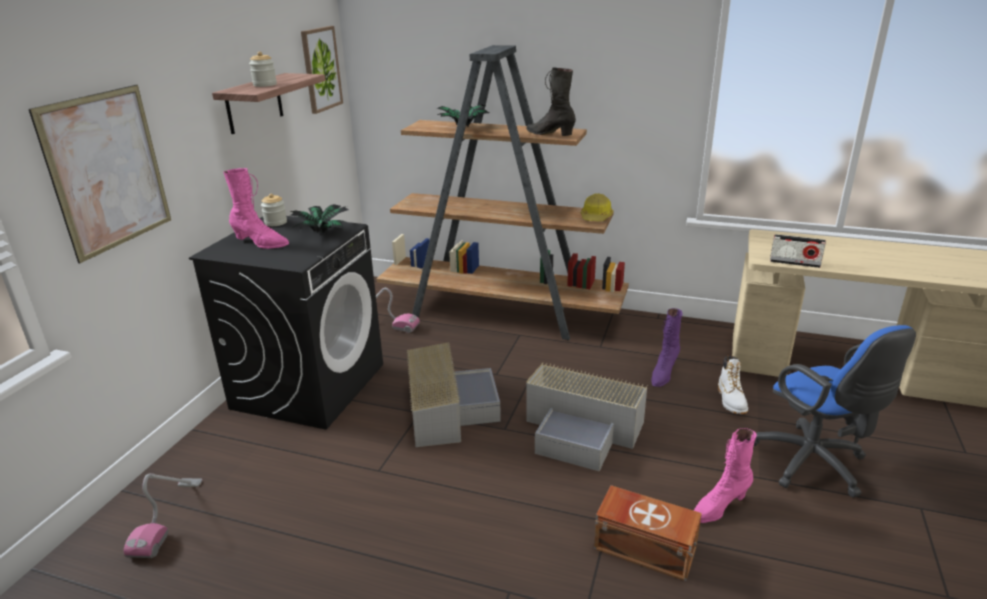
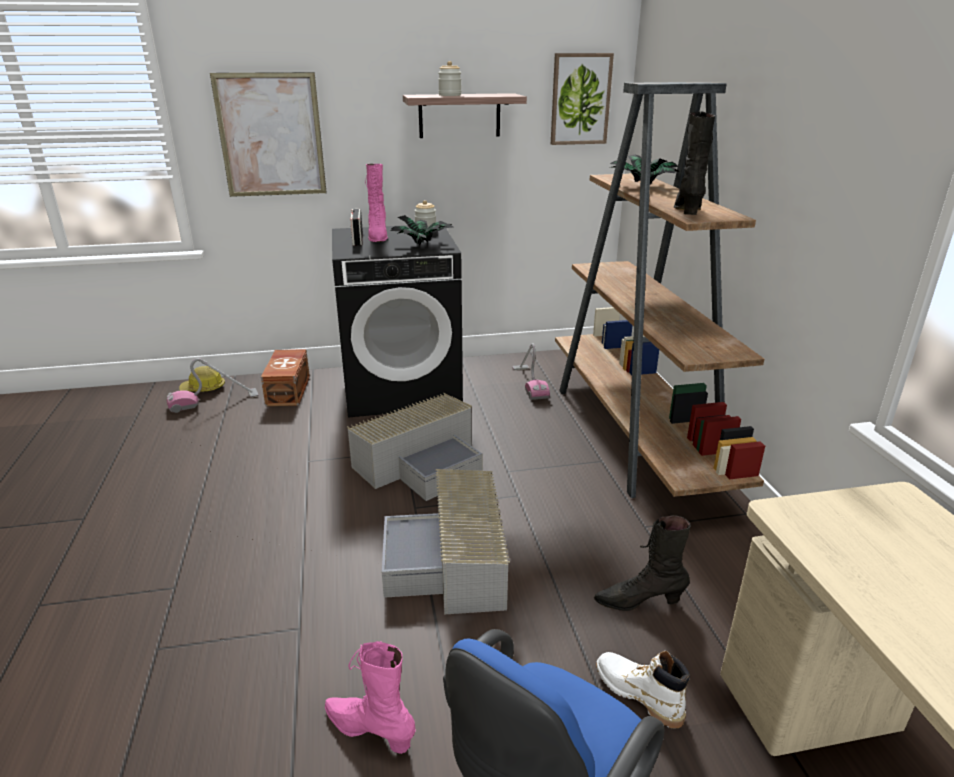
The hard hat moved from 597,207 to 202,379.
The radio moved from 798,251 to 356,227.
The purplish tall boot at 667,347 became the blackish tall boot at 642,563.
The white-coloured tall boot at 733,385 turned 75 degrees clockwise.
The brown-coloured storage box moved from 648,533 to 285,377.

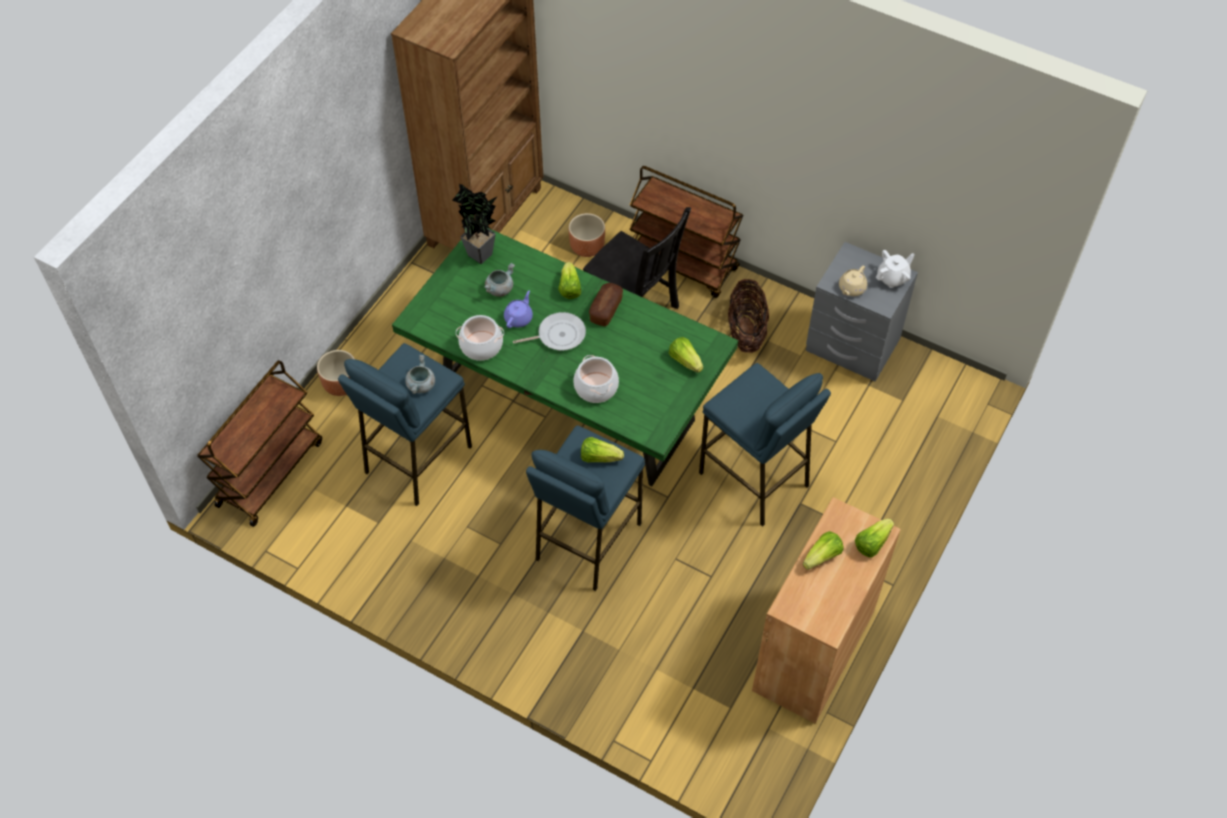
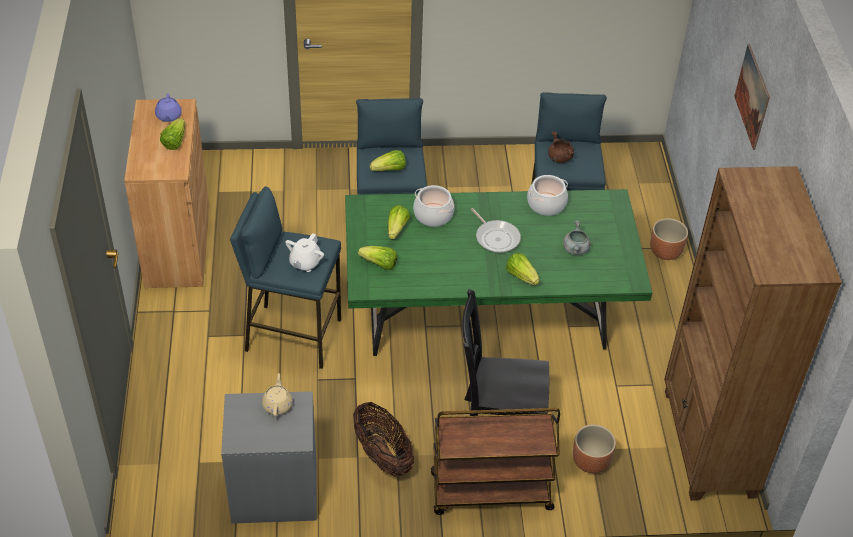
The potted plant at 475,224 disappeared.
The white-coloured teapot moved from 895,269 to 304,252.
The baked bread at 606,304 disappeared.
The purplish teapot moved from 518,309 to 168,107.
The skillet at 549,331 turned 75 degrees counterclockwise.
The gray saucepot at 420,374 became the brown-coloured saucepot at 561,147.
The brown-coloured cart at 259,443 disappeared.
The lettuce moved from 874,538 to 399,222.
The wall picture at 752,97 appeared.

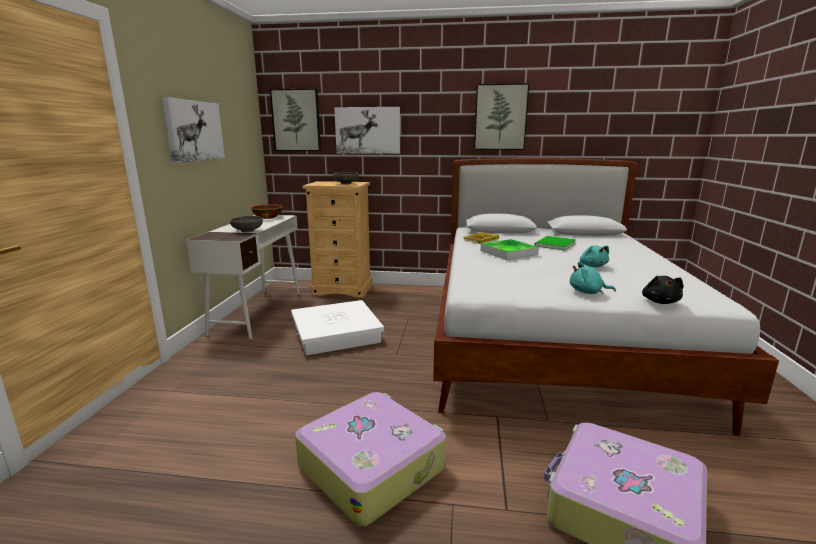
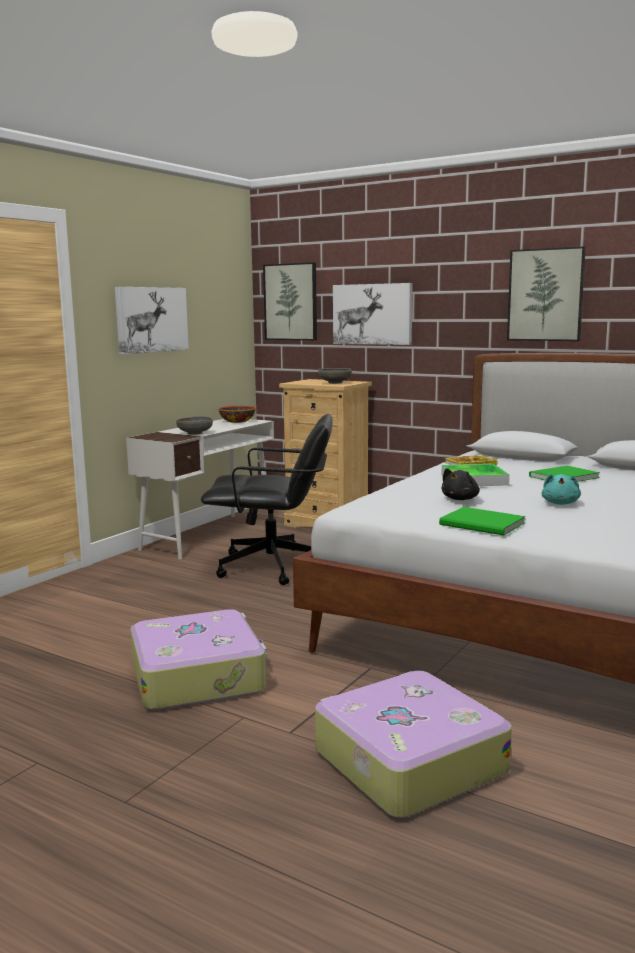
The blue-green plush toy at 593,278 was replaced by the green book at 482,521.
The blackish plush toy moved from 662,290 to 461,484.
The white-coloured storage box at 337,327 was replaced by the blackish computer chair at 267,499.

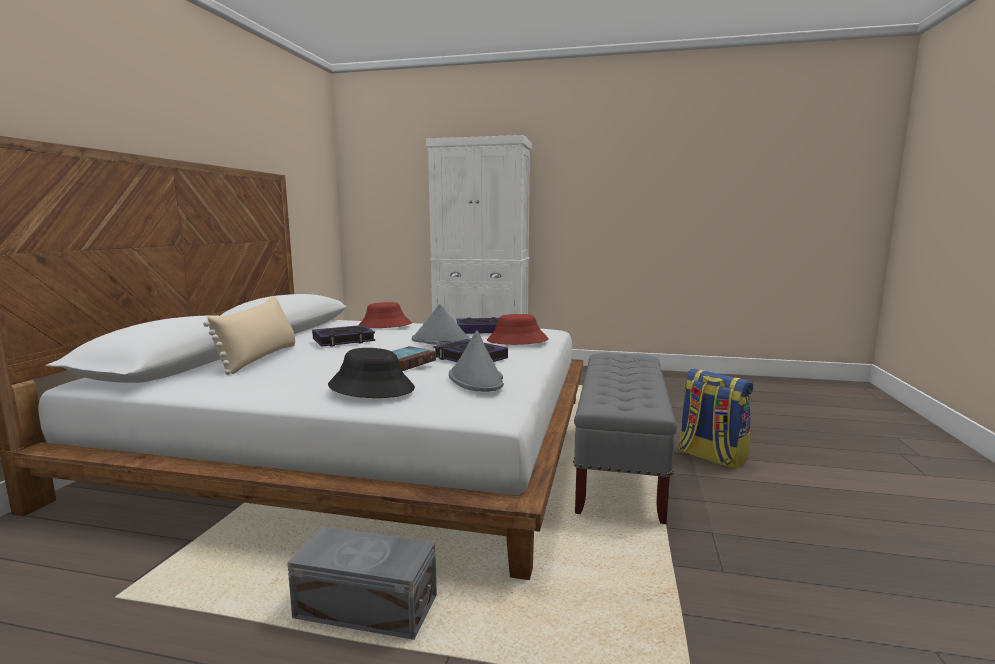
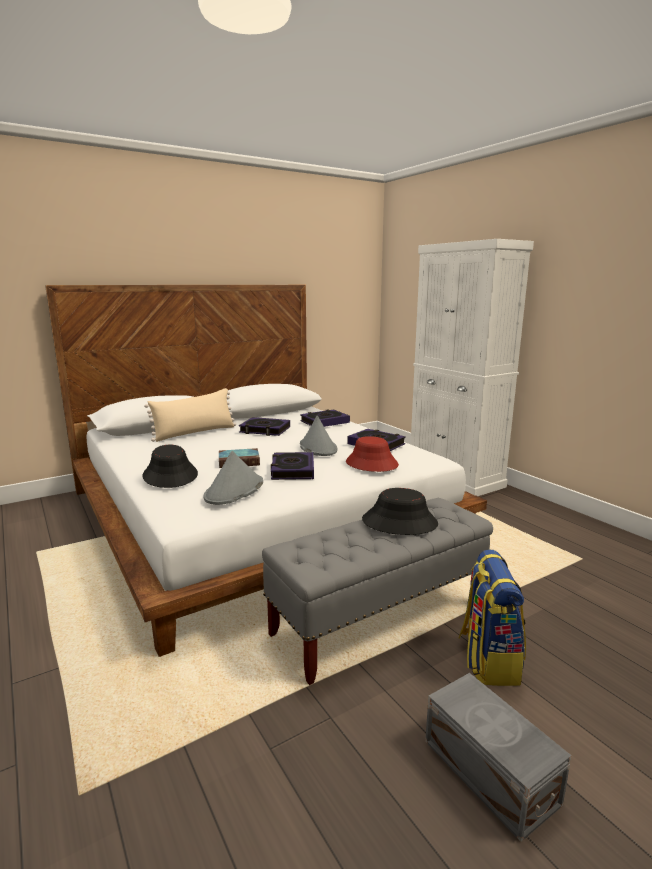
The red wearable hat at 385,315 was replaced by the book at 325,418.
The gray storage box moved from 362,583 to 498,757.
The blackish wearable hat at 400,511 appeared.

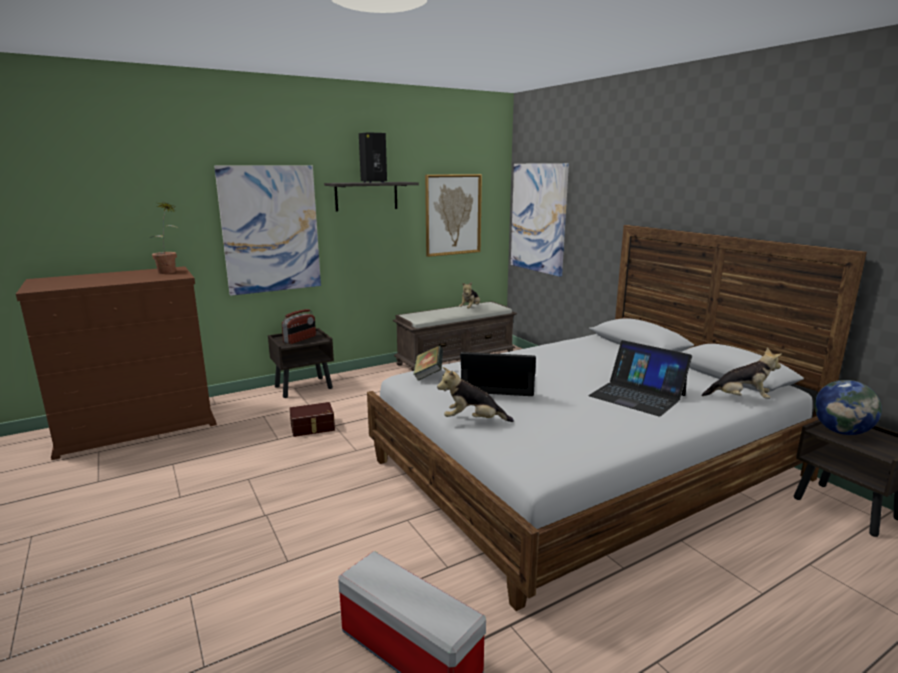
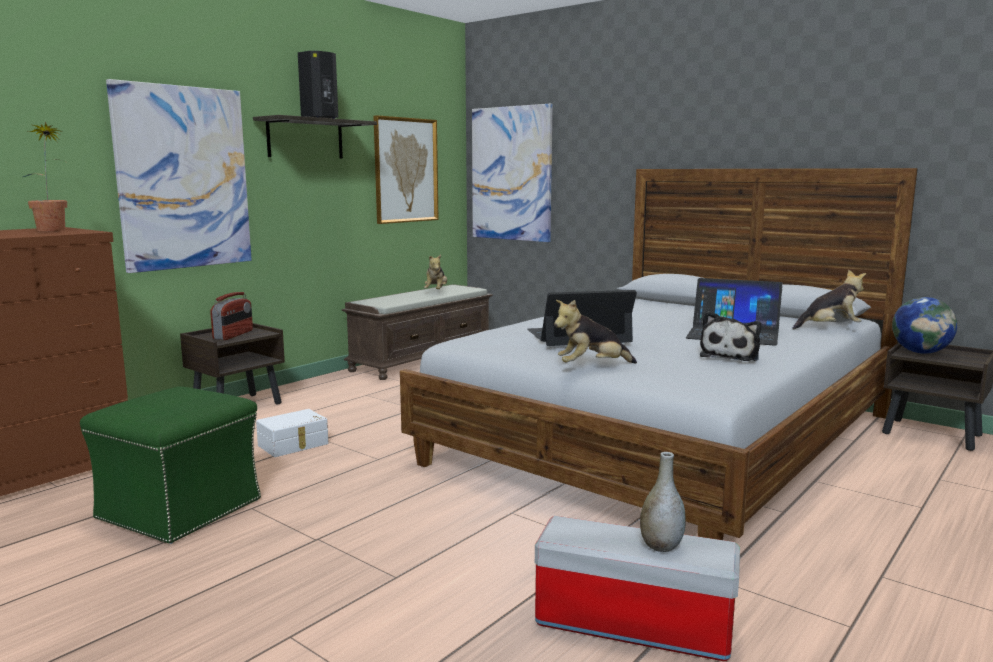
The book at 428,363 disappeared.
The brown-coloured storage box at 312,419 became the white-coloured storage box at 292,433.
The plush toy at 730,336 appeared.
The green footrest at 170,465 appeared.
The gray decorative vase at 663,502 appeared.

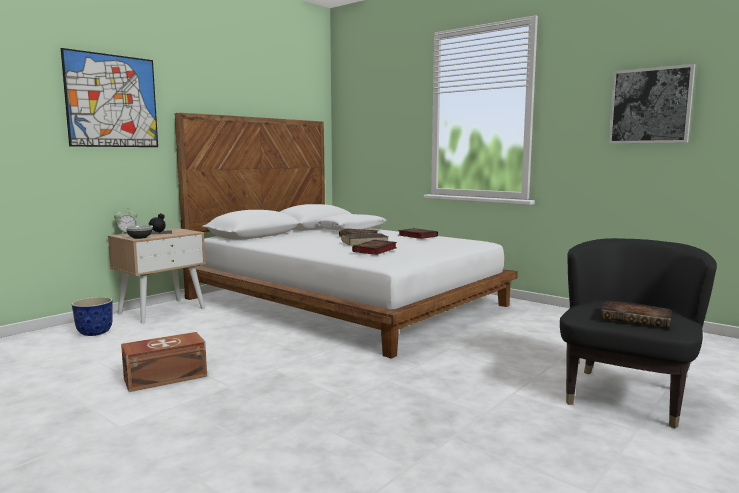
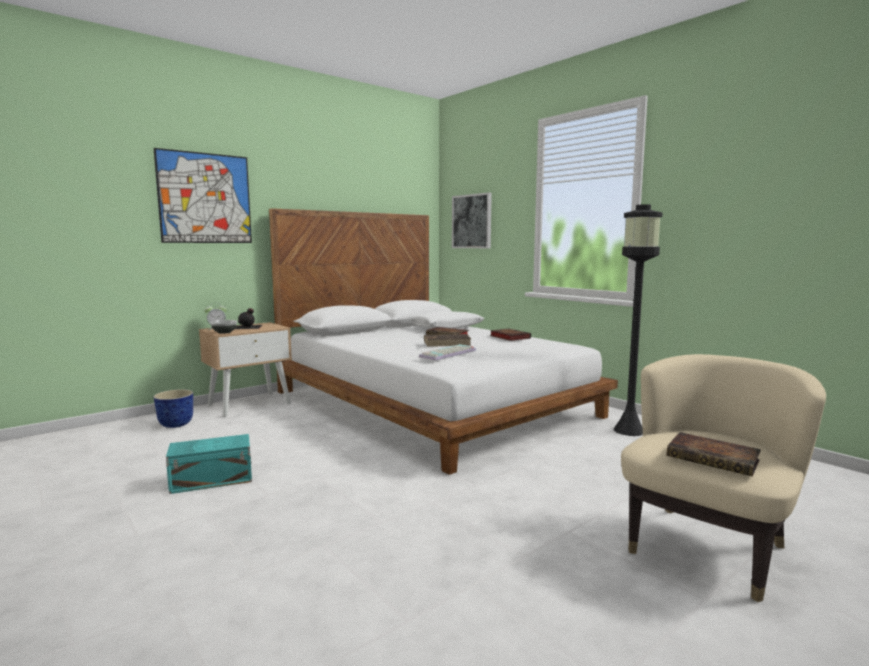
The wall picture moved from 652,103 to 472,220.
The blackish armchair at 638,333 became the beige-coloured armchair at 723,478.
The book at 374,247 was replaced by the keyboard at 447,352.
The brown-coloured storage box at 164,362 became the blue-green storage box at 209,464.
The blackish standing lamp at 638,320 appeared.

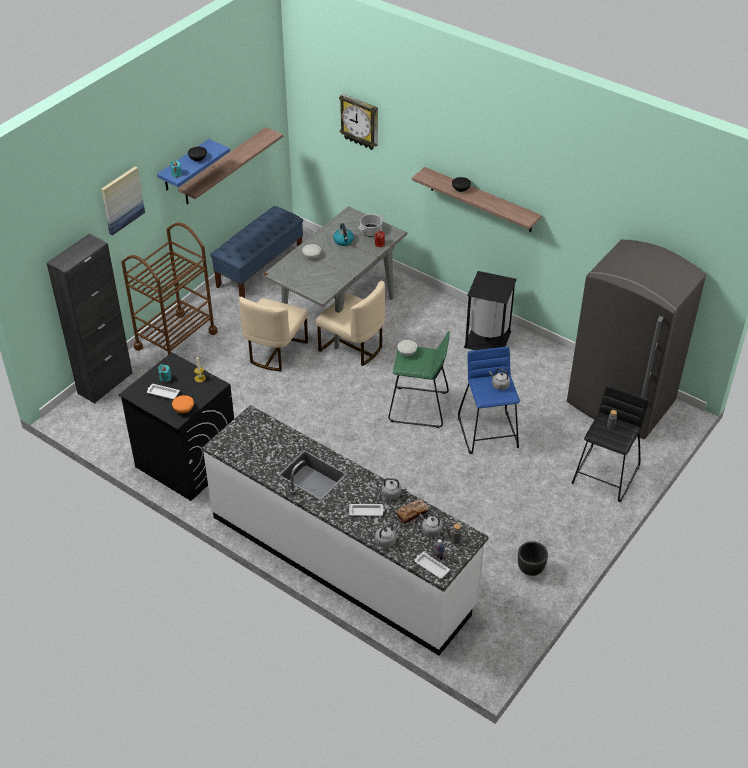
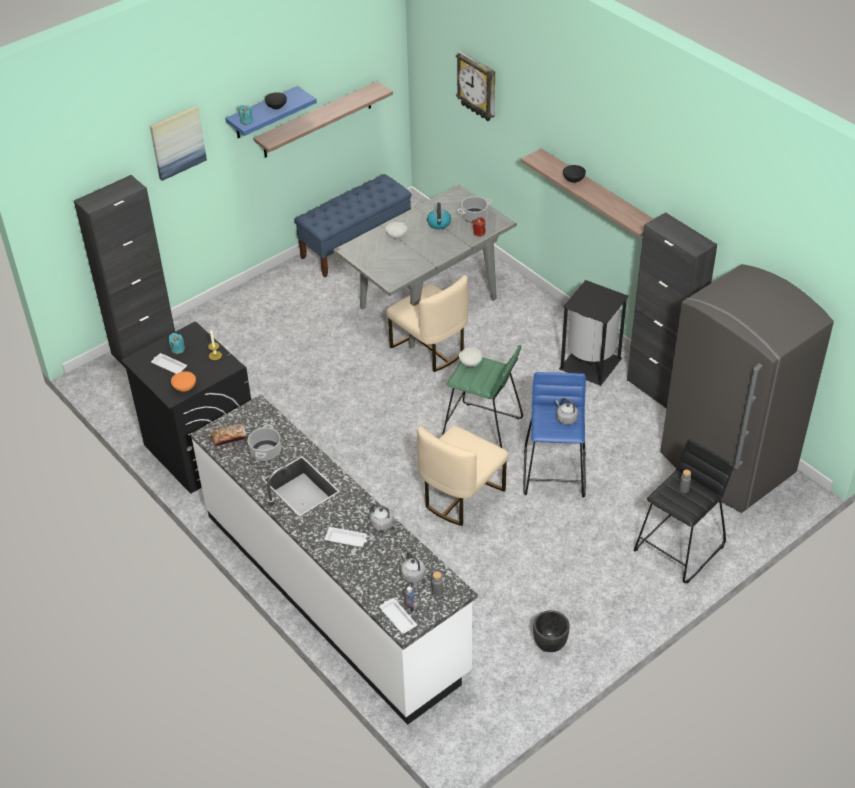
The brown-coloured cart at 169,289 disappeared.
The beige-coloured plain chair moved from 273,334 to 462,476.
The baked bread moved from 412,512 to 228,435.
The gray tea kettle at 387,536 disappeared.
The blackish cupboard at 672,311 appeared.
The saucepot at 264,442 appeared.

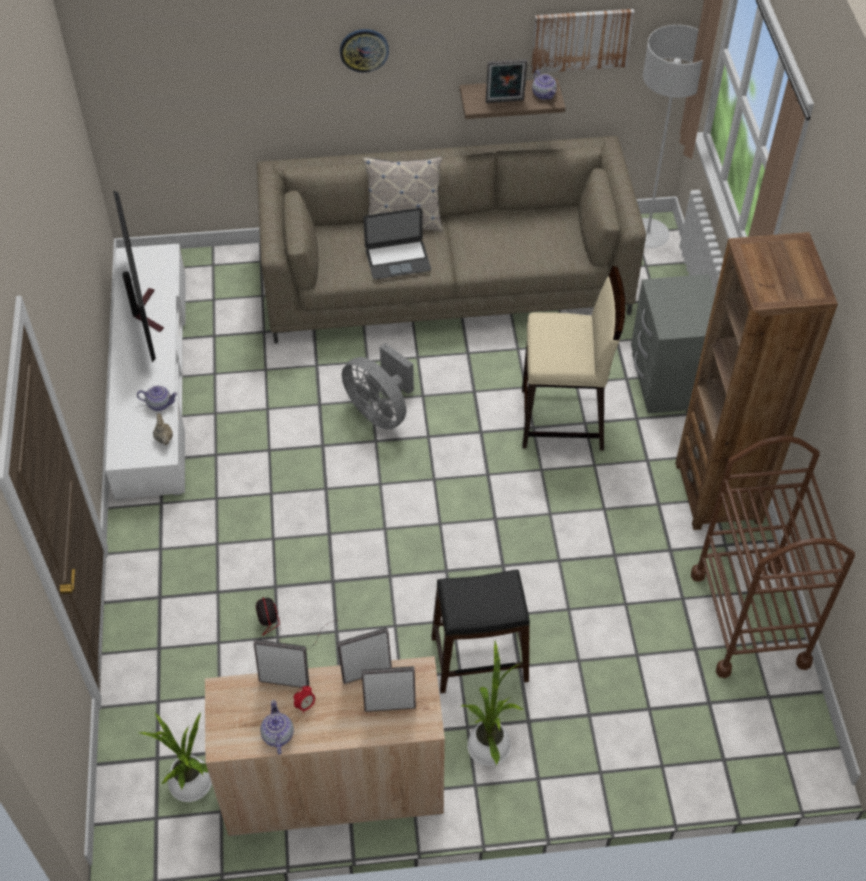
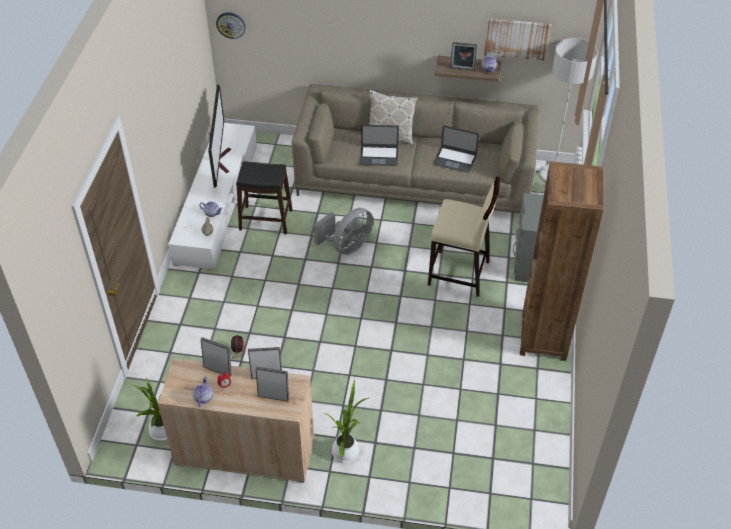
The clock on the wall moved from 364,51 to 231,25.
The gray cooling fan at 378,386 turned 105 degrees counterclockwise.
The brown-coloured cart at 773,557 disappeared.
The blackish stool seat moved from 480,631 to 264,197.
The portable computer at 456,149 appeared.

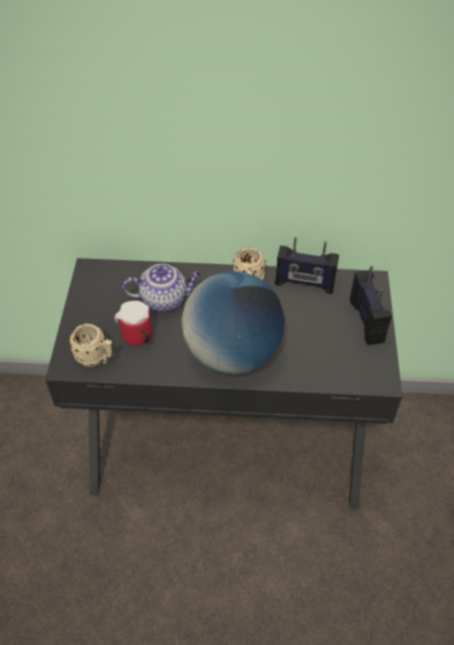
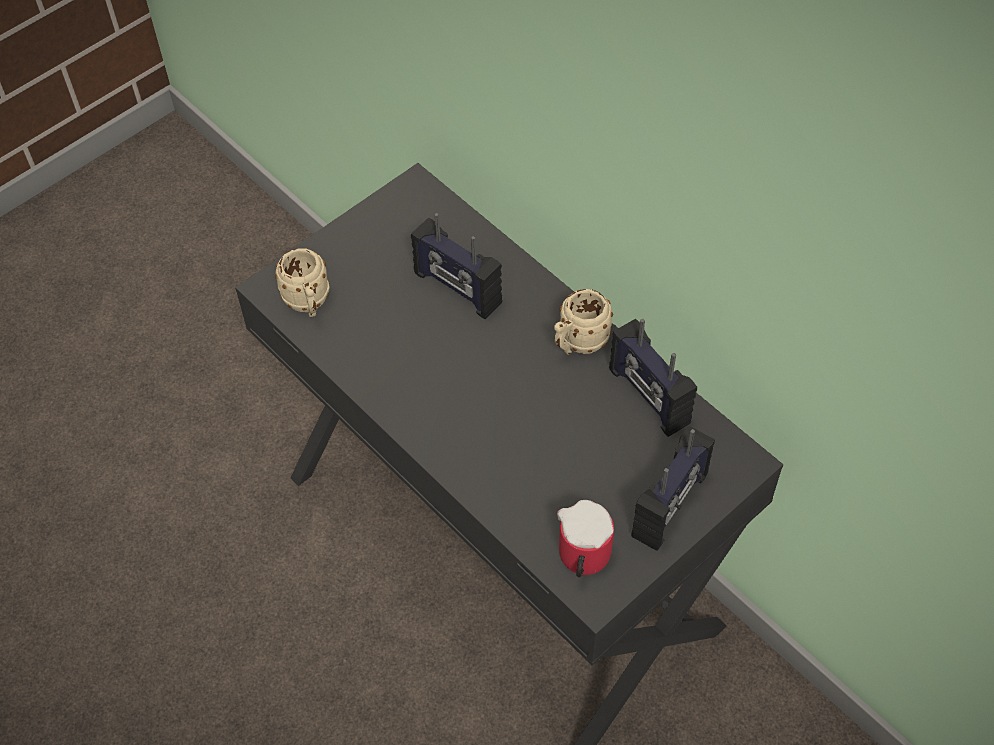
The teapot at 161,288 was replaced by the radio at 456,266.
The globe at 233,323 disappeared.
The tea mug moved from 133,323 to 585,539.

